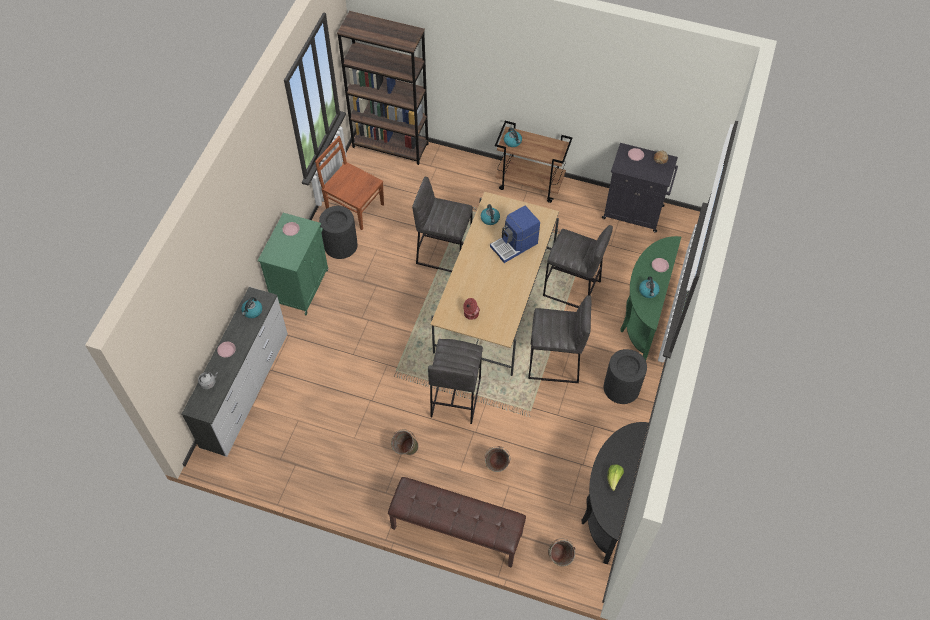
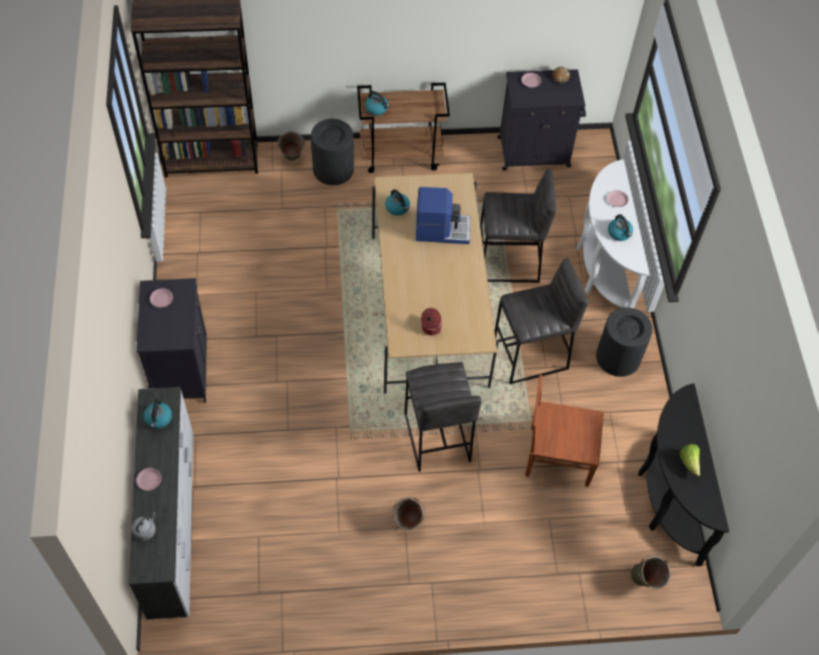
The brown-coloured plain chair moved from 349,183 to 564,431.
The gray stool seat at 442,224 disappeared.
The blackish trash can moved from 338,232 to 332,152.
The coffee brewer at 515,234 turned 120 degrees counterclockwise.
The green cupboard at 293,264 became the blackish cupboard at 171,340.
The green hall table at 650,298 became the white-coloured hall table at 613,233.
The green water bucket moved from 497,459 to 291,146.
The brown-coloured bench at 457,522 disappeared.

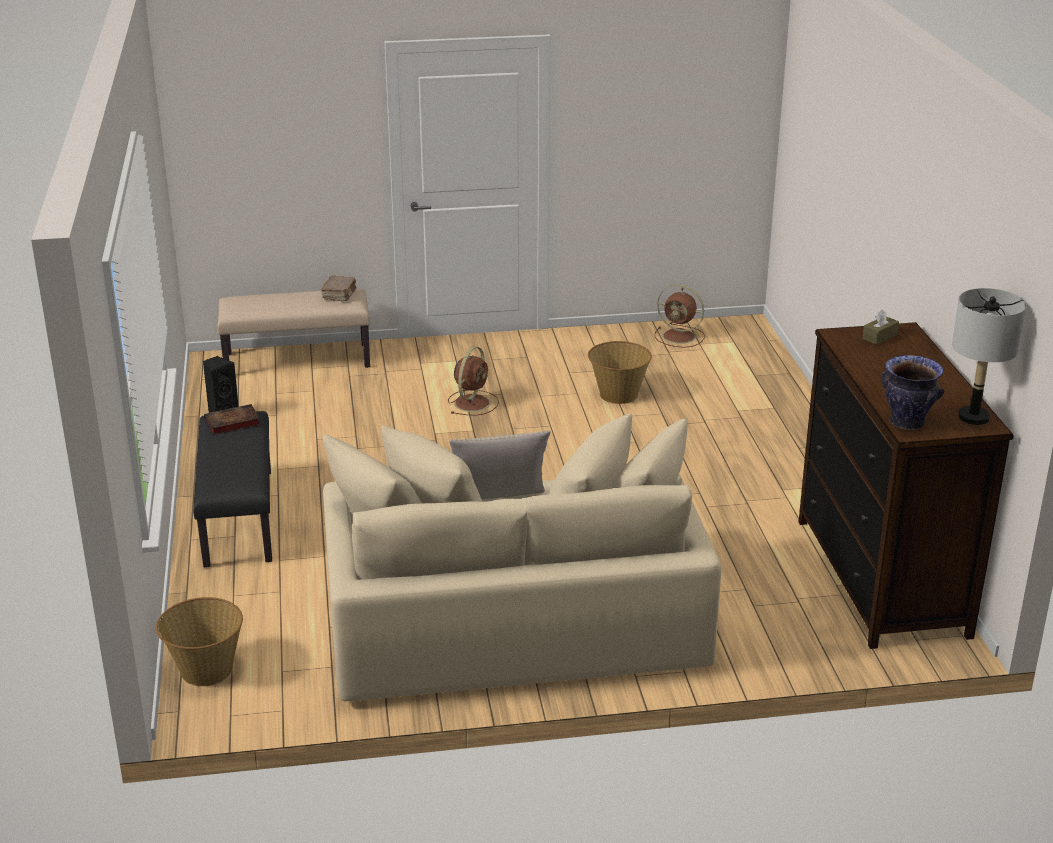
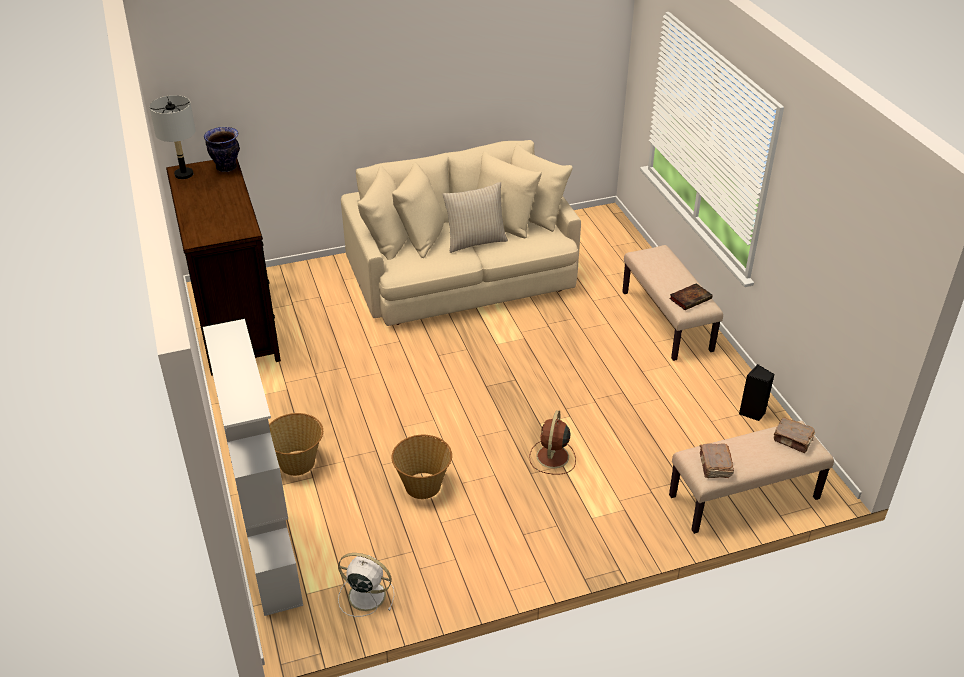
The brown-coloured cooling fan at 680,316 became the white-coloured cooling fan at 366,585.
The brown-coloured box of tissues at 880,327 disappeared.
The blackish bench at 232,489 became the beige-coloured bench at 672,303.
The basket moved from 199,641 to 296,444.
The white-coloured bookshelf at 253,467 appeared.
The brown-coloured book at 794,435 appeared.

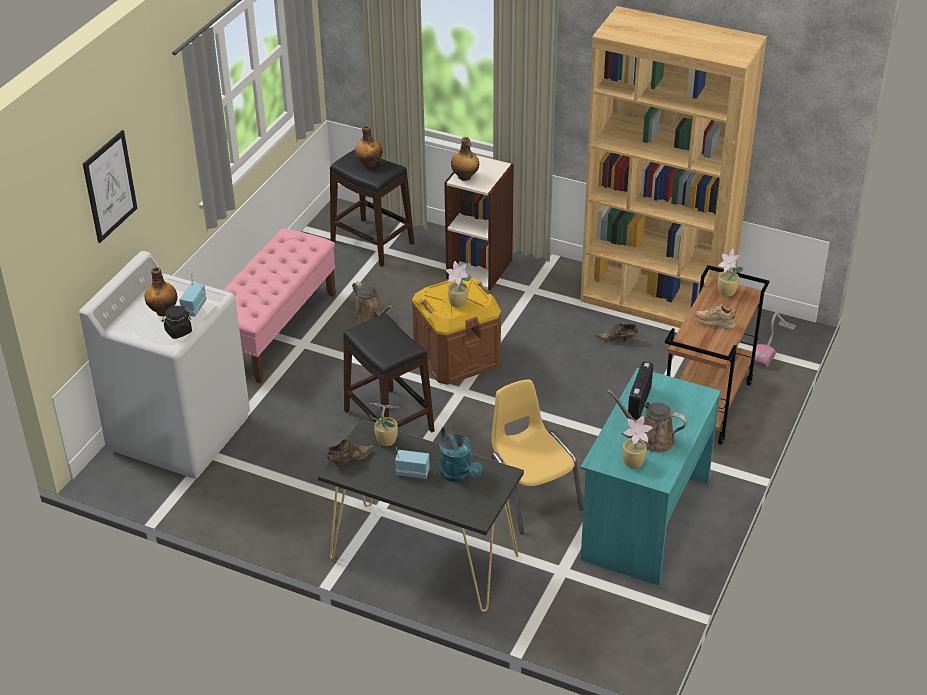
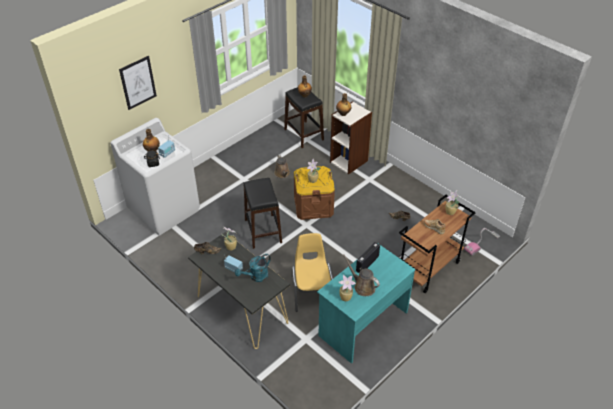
The brown-coloured bookshelf at 673,167 disappeared.
The pinkish bench at 280,306 disappeared.
The blue-green watering can at 461,454 turned 60 degrees clockwise.

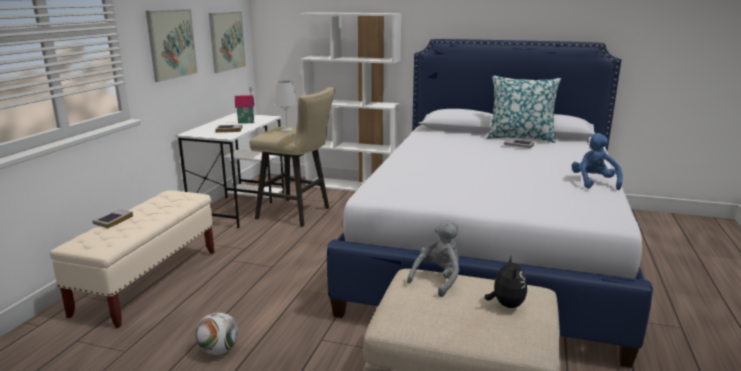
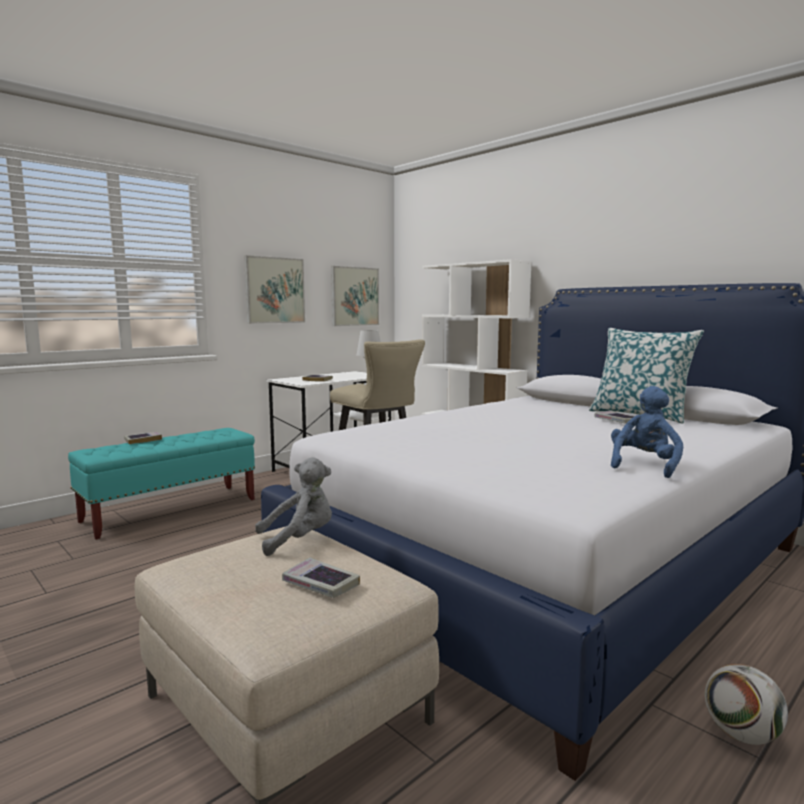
The miniature house at 245,105 disappeared.
The beige-coloured bench at 132,259 became the blue-green bench at 161,483.
The plush toy at 505,281 was replaced by the book at 321,578.
The football moved from 217,333 to 746,704.

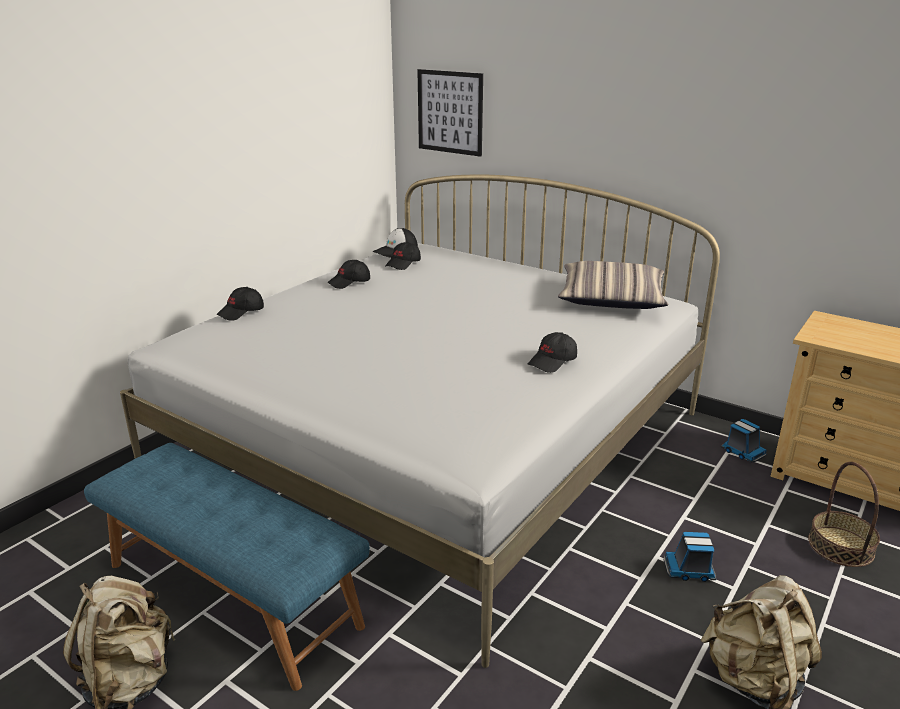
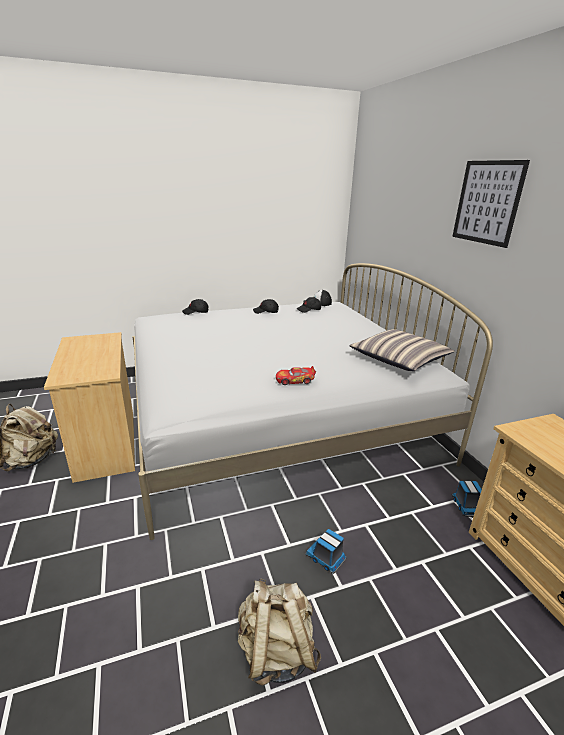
The wall picture moved from 450,113 to 491,204.
The blackish baseball cap at 552,352 was replaced by the miniature car at 296,375.
The blue-coloured bench at 227,567 was replaced by the beige-coloured chest of drawers at 89,407.
The basket at 844,514 disappeared.

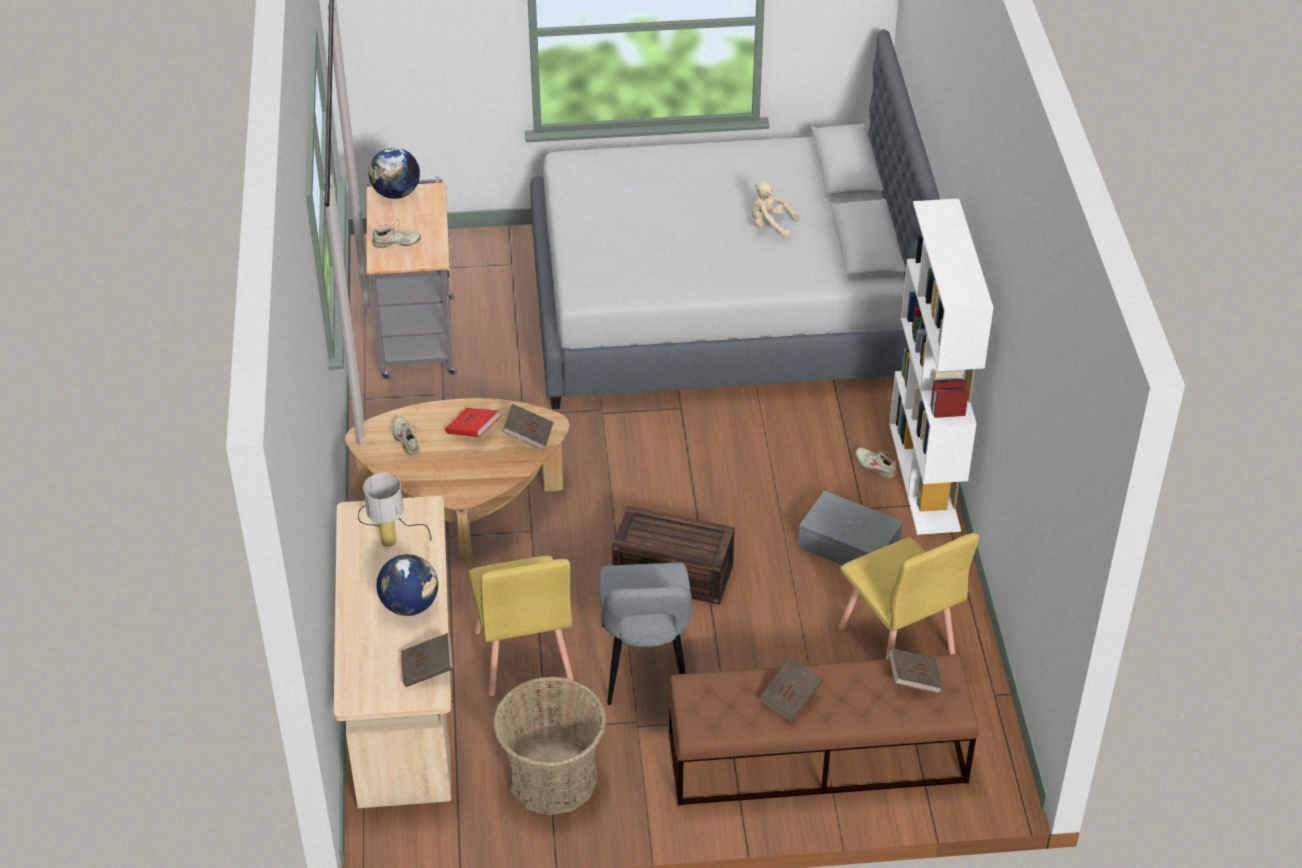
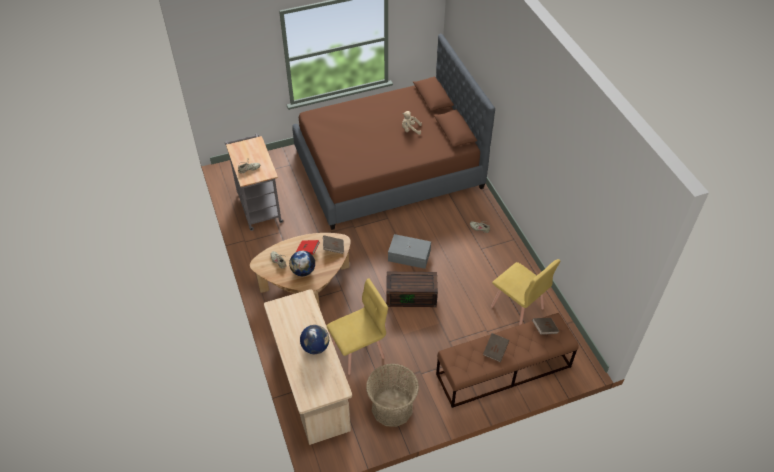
The gray bed at 735,219 became the brown-coloured bed at 393,132.
The globe moved from 394,173 to 302,263.
The white-coloured bookshelf at 941,366 disappeared.
The lamp for a table at 395,510 disappeared.
The gray storage box moved from 850,528 to 409,251.
The yellowish plain chair at 521,626 turned 90 degrees counterclockwise.
The gray plain chair at 645,633 disappeared.
The brown-coloured book at 427,660 disappeared.

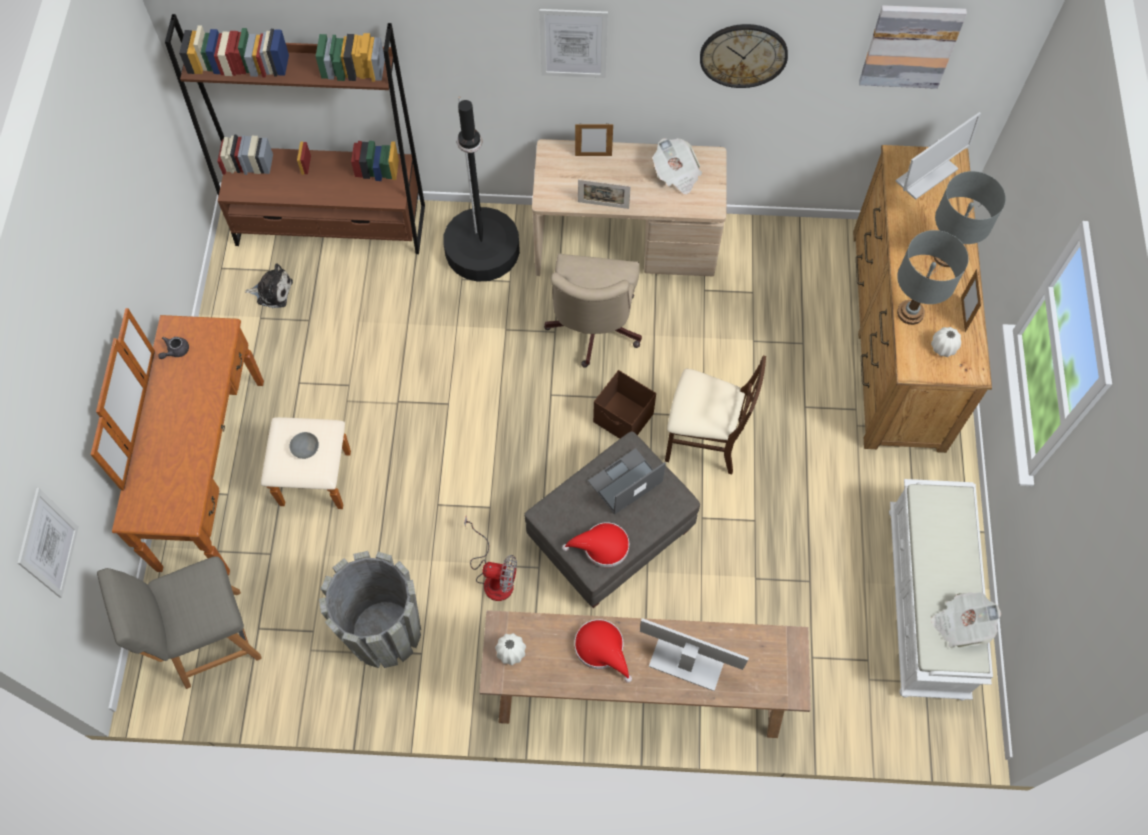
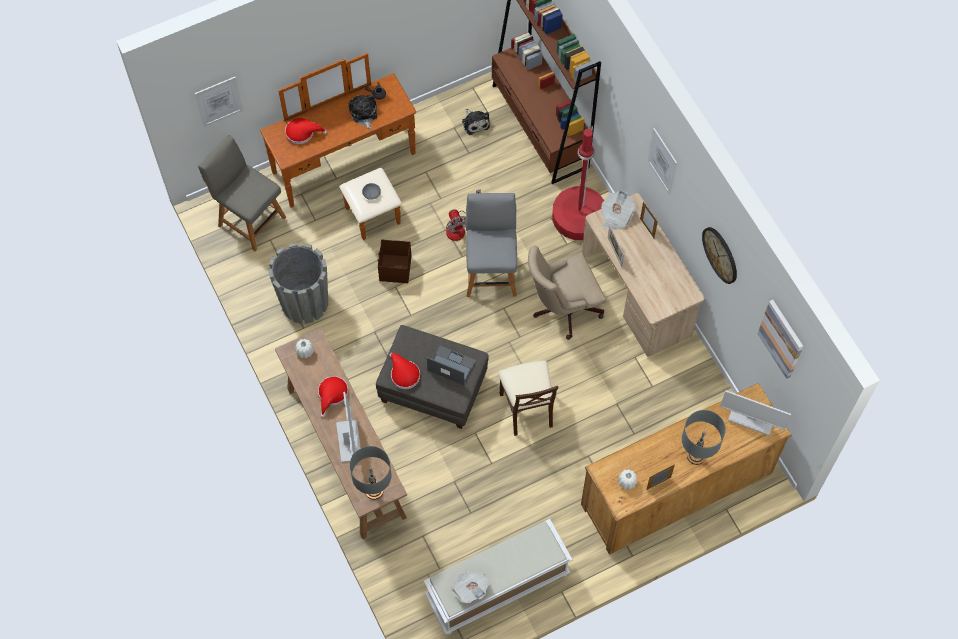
The blackish standing lamp at 481,189 became the red standing lamp at 578,183.
The newspaper moved from 677,166 to 618,209.
The gray lamp for a table moved from 933,277 to 371,473.
The brown-coloured storage box moved from 624,404 to 394,261.
The cooling fan moved from 490,558 to 463,215.
The plush toy at 362,112 appeared.
The red wearable hat at 306,131 appeared.
The gray plain chair at 491,245 appeared.

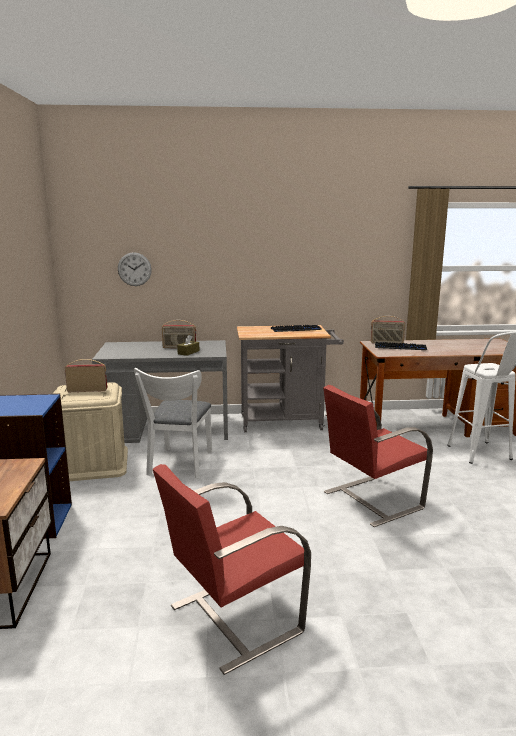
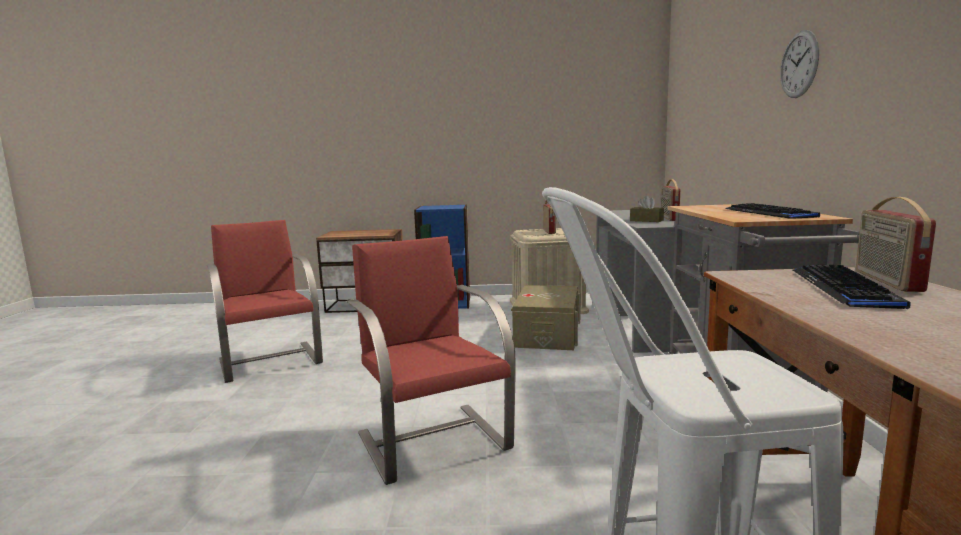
The clock on the wall moved from 135,269 to 799,64.
The white-coloured plain chair at 173,423 was replaced by the beige-coloured storage box at 546,317.

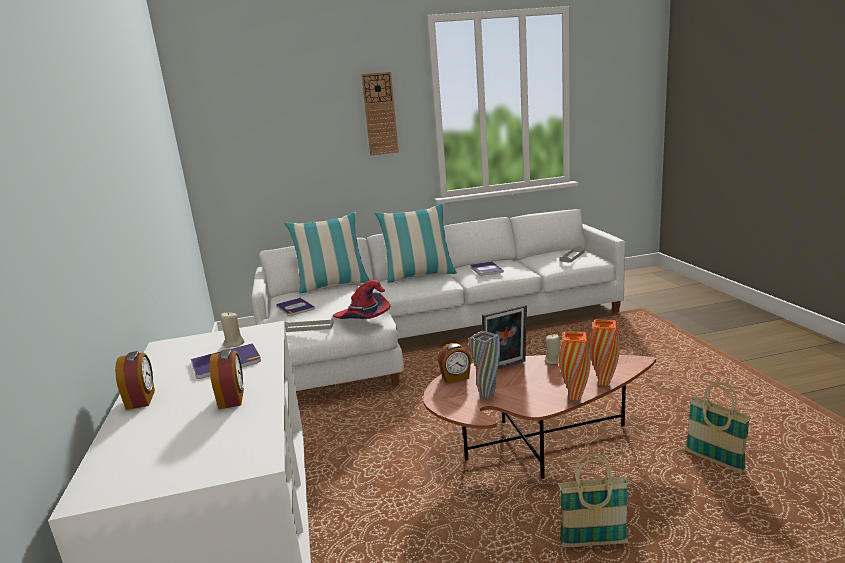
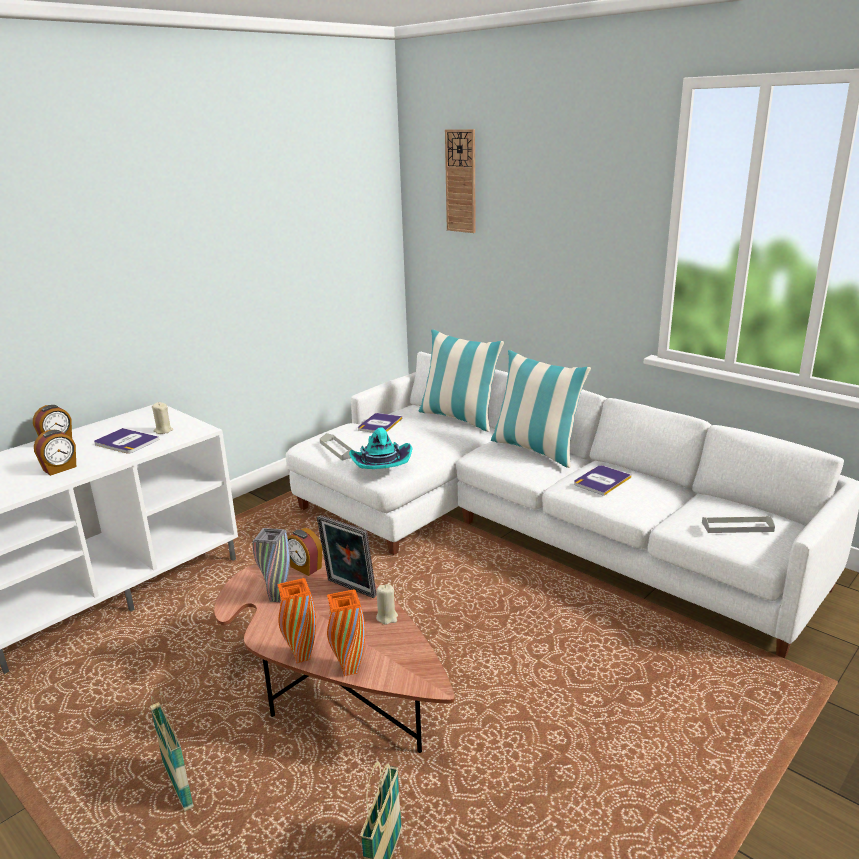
The clock on the wall moved from 380,113 to 460,181.
The red wearable hat at 362,299 became the blue-green wearable hat at 381,448.

